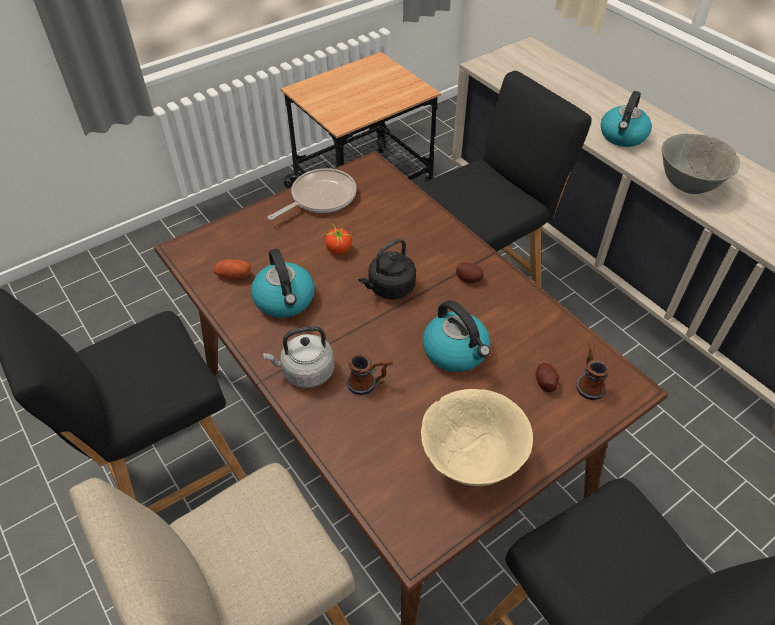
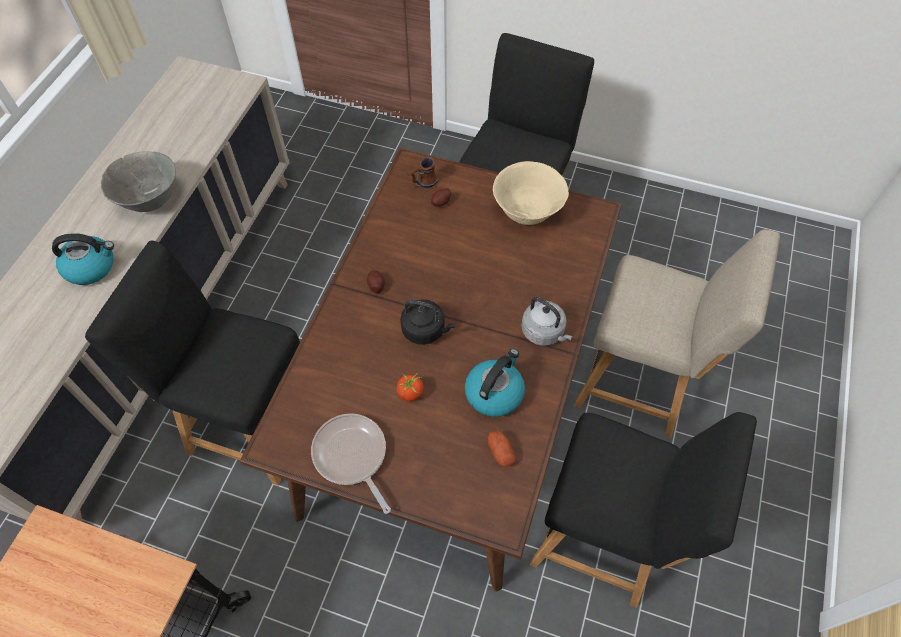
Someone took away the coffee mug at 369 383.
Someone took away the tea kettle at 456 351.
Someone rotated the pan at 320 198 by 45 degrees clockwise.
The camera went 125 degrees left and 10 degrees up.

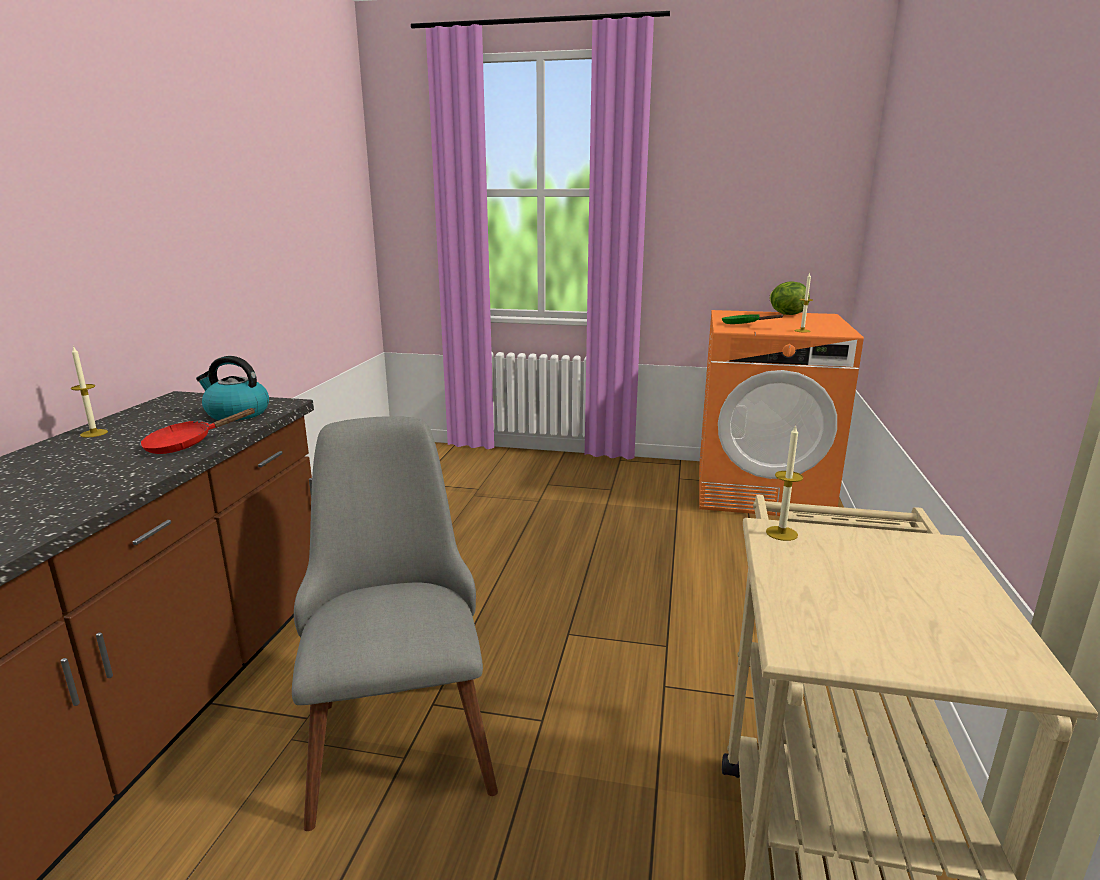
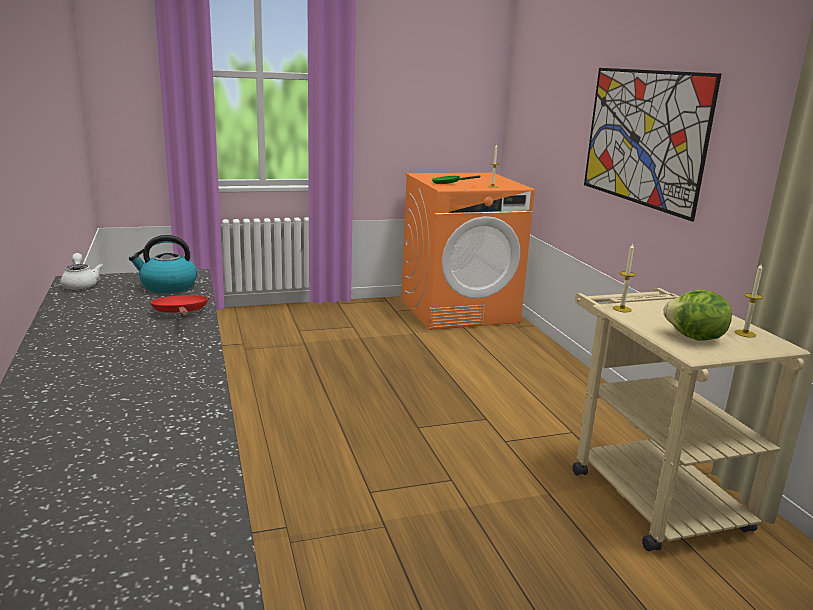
Someone took away the gray chair at 399 725.
Someone put down the white-coloured teapot at 80 284.
Someone put up the wall picture at 643 137.
Someone carried the candle from 94 433 to 745 333.
Someone carried the lettuce from 786 314 to 694 338.
Someone rotated the red pan at 186 444 by 135 degrees clockwise.
The camera went 30 degrees left and 0 degrees up.

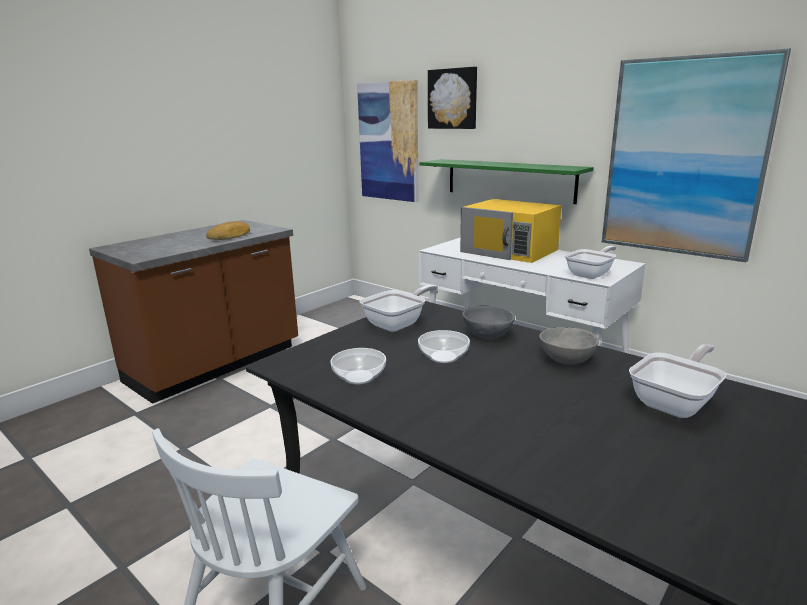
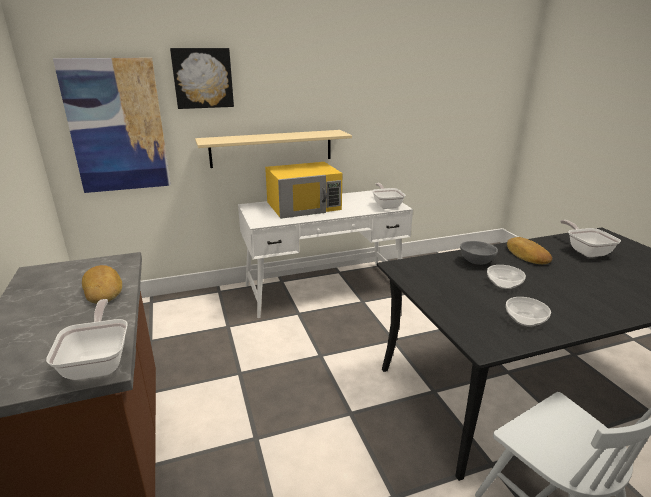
Someone took away the wall picture at 684 158.
Someone carried the pan from 398 324 to 99 361.
Someone swapped the gray serving bowl at 565 360 for the bread at 526 255.
Someone repainted the green shelf at 509 180, which became the beige shelf at 271 148.
The camera went 60 degrees left and 5 degrees up.

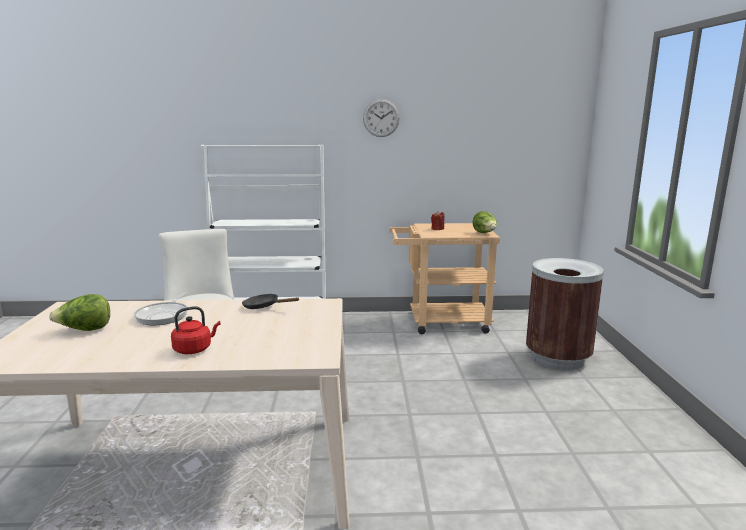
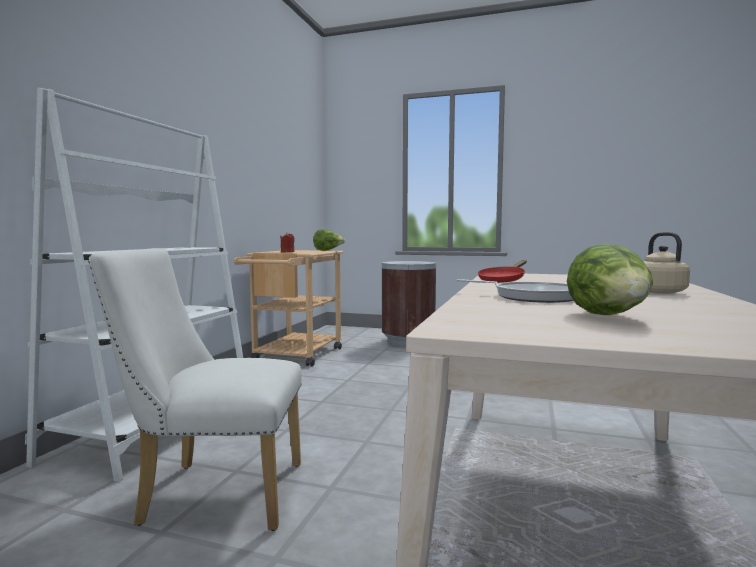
Someone took away the hanging clock at 381 118.
Someone repainted the red tea kettle at 194 349, which became the beige tea kettle at 657 291.
Someone repainted the black-coloured pan at 264 307, which became the red pan at 503 280.
The camera went 70 degrees left and 10 degrees down.

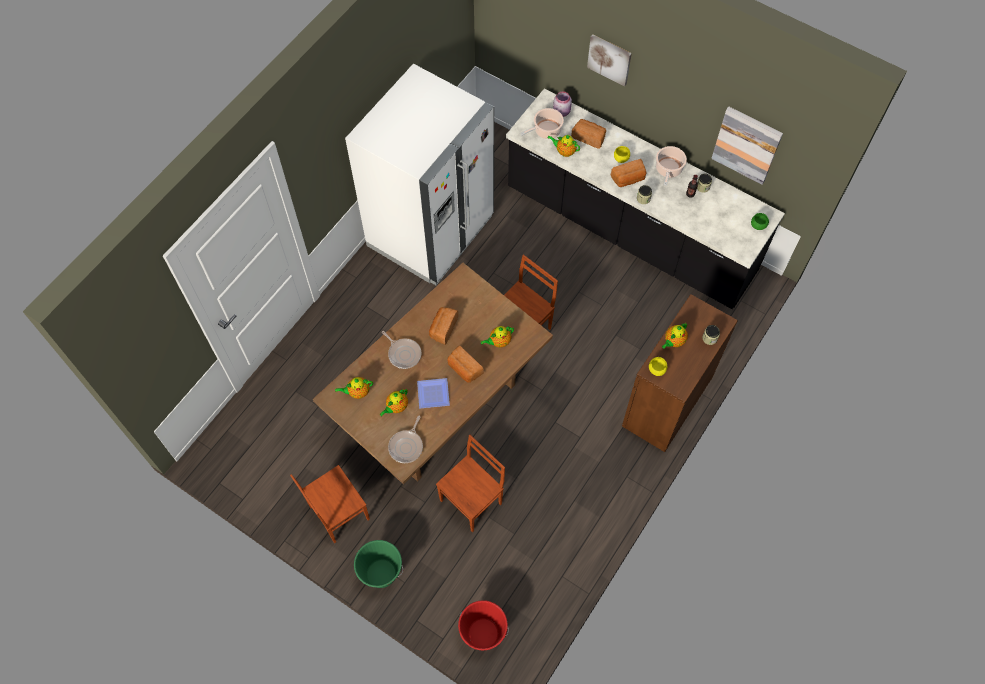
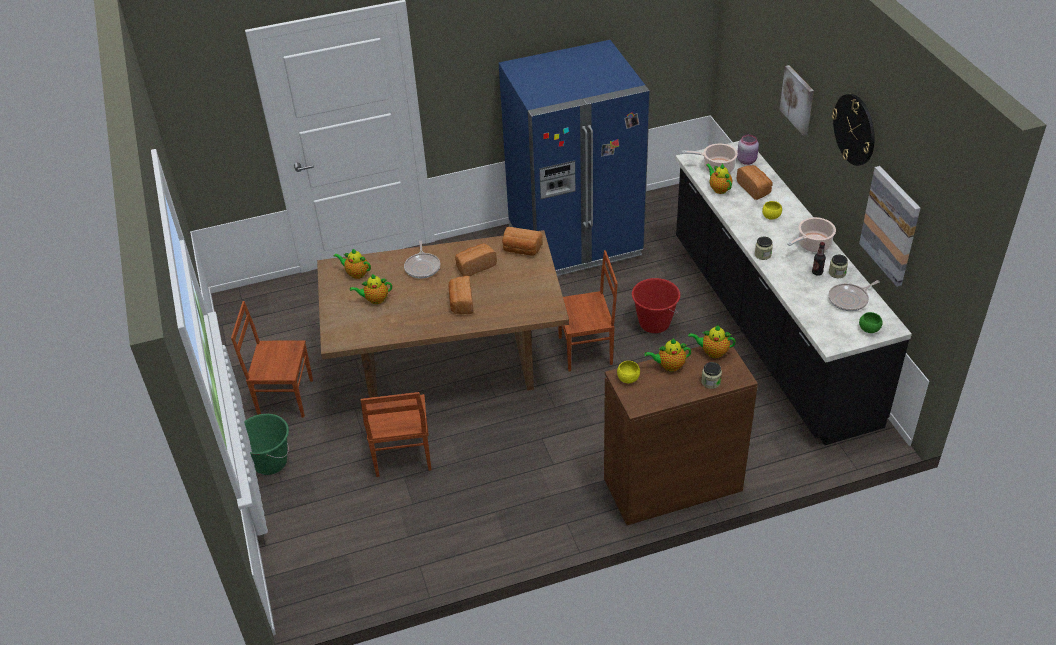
Someone took away the plate at 432 393.
Someone put up the hanging clock at 854 129.
Someone carried the pan from 407 446 to 850 299.
Someone carried the red bucket from 483 633 to 654 323.
Someone carried the teapot from 499 342 to 712 352.
Someone carried the bread from 628 179 to 521 250.
Someone repainted the white-coloured kitchen fridge at 431 231, which became the bluish kitchen fridge at 575 241.
Someone rotated the brown-coloured chair at 472 502 by 90 degrees clockwise.
The camera went 40 degrees right and 20 degrees down.

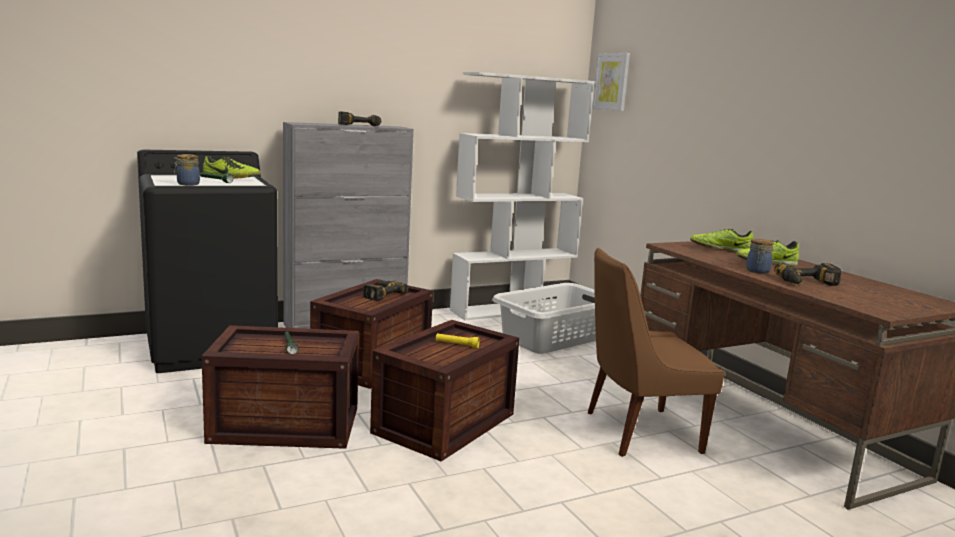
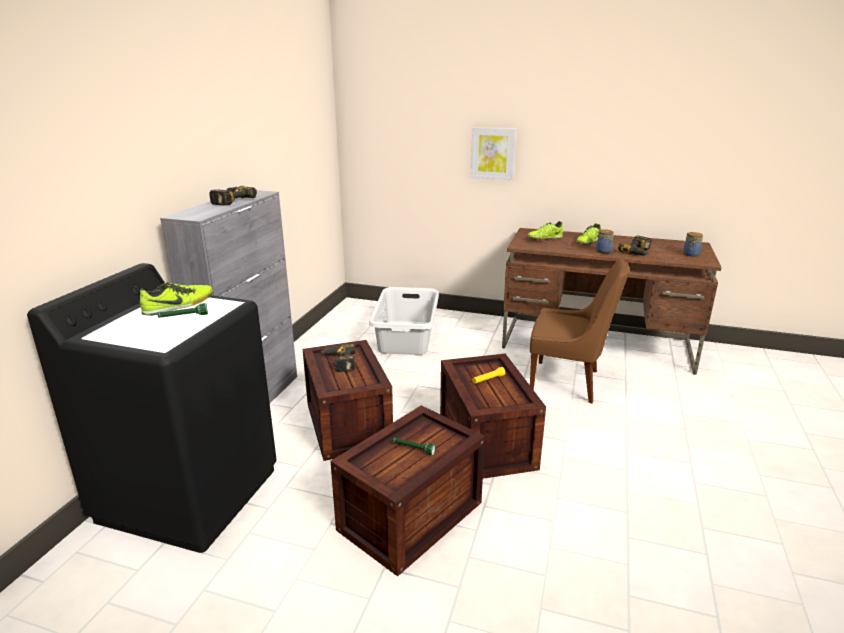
Someone took away the white-coloured bookcase at 512 309.
Someone carried the preserve jar from 187 184 to 691 254.
Someone carried the wall picture from 612 82 to 493 153.
Someone rotated the brown-coloured chair at 637 432 by 105 degrees counterclockwise.
The camera went 45 degrees left and 10 degrees up.

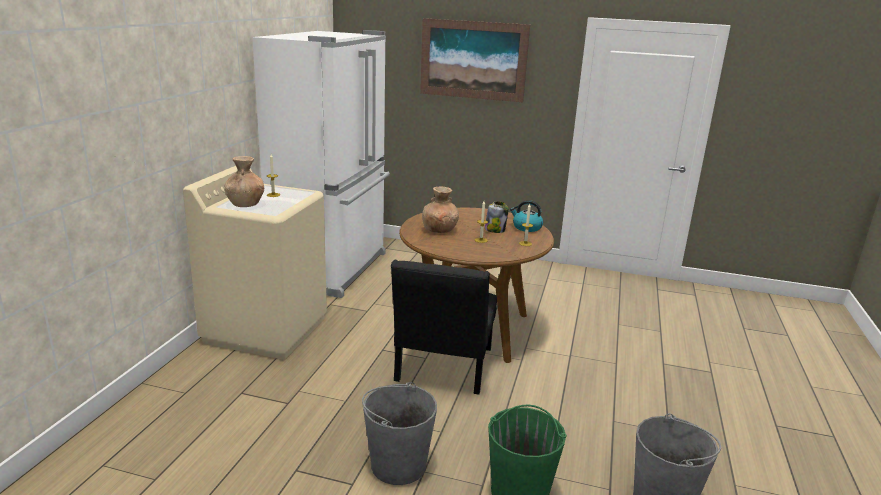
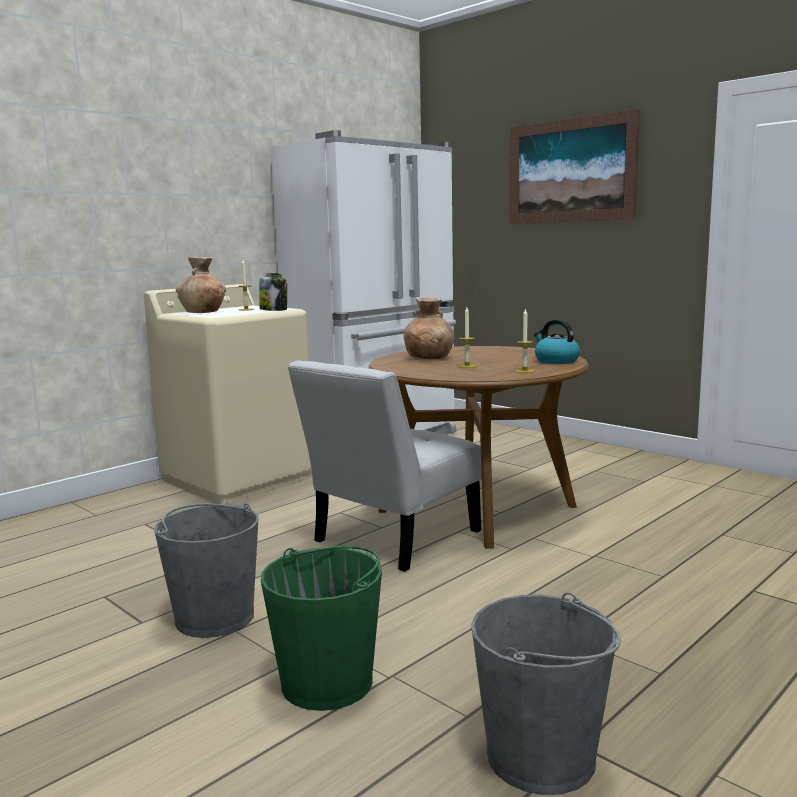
Someone carried the preserve jar from 495 230 to 274 310.
Someone repainted the black-coloured chair at 442 368, which became the white-coloured chair at 391 539.
The camera went 30 degrees right and 10 degrees down.

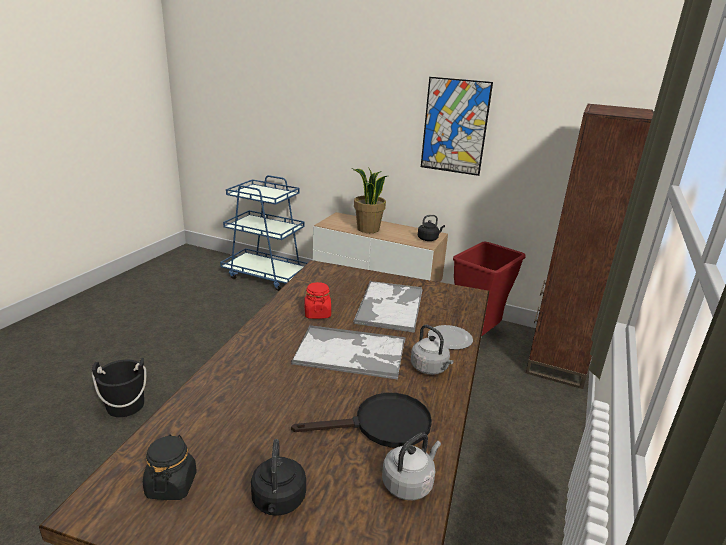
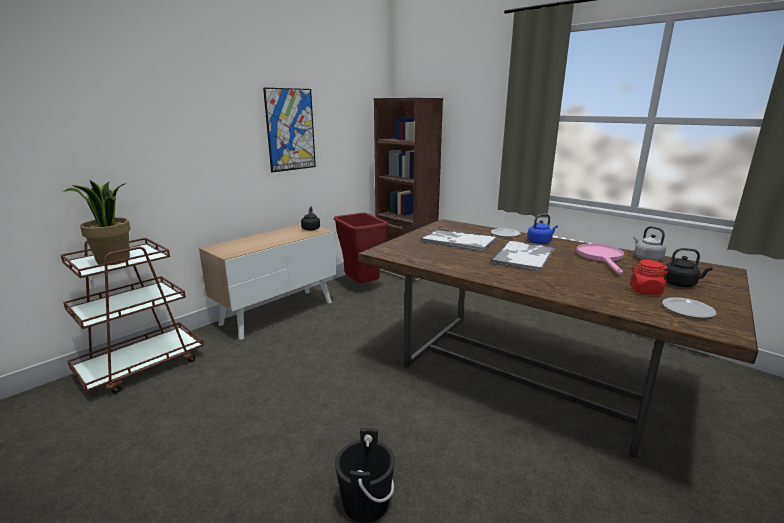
Someone carried the red preserve jar from 317 313 to 645 291.
Someone carried the plant in a pot from 368 229 to 113 261.
Someone swapped the black-coloured preserve jar at 171 485 for the plate at 688 309.
Someone repainted the bluish wheeled cart at 266 275, which became the brown-coloured wheeled cart at 142 366.
Someone repainted the black-coloured pan at 381 425, which became the pink-coloured pan at 601 258.
Someone repainted the gray tea kettle at 430 368, which became the bluish tea kettle at 540 242.
The camera went 70 degrees left and 5 degrees down.

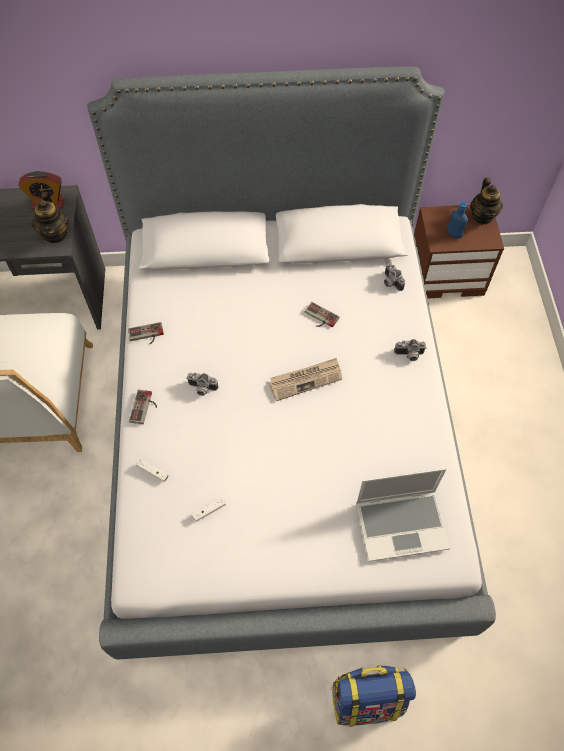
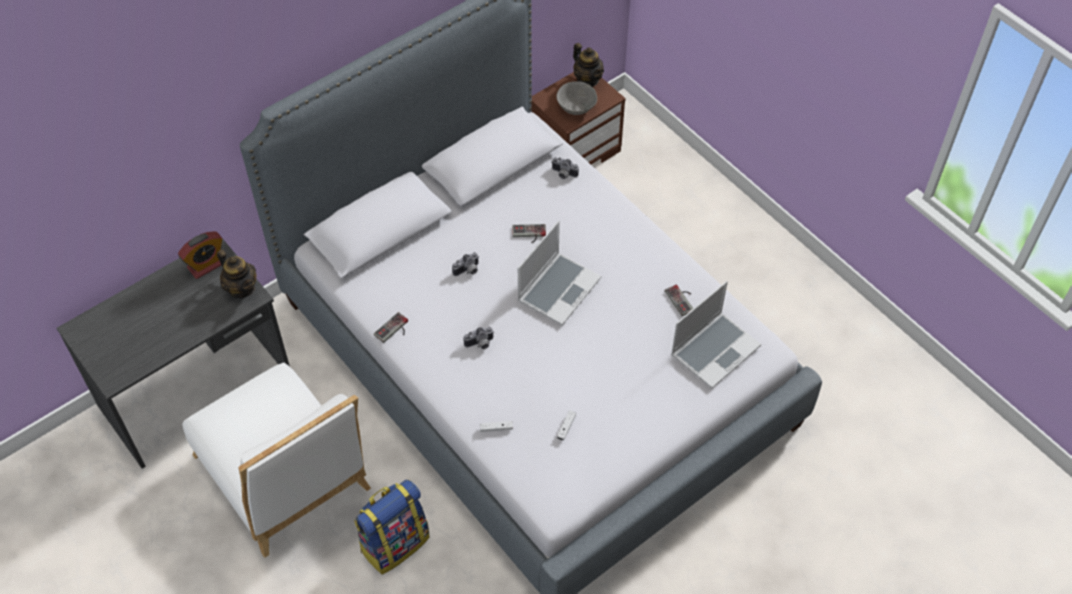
Someone carried the gamepad from 145 408 to 682 299.
Someone carried the backpack from 366 698 to 394 543.
Someone carried the still camera from 409 355 to 468 271.
Someone swapped the newspaper at 306 380 for the portable computer at 558 289.
Someone swapped the bluish bottle at 453 235 for the gray serving bowl at 575 108.
The camera went 35 degrees left and 5 degrees down.

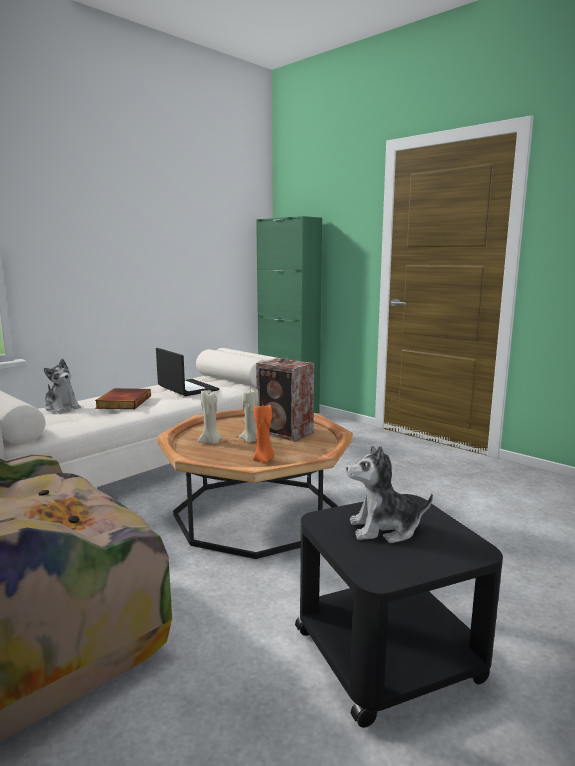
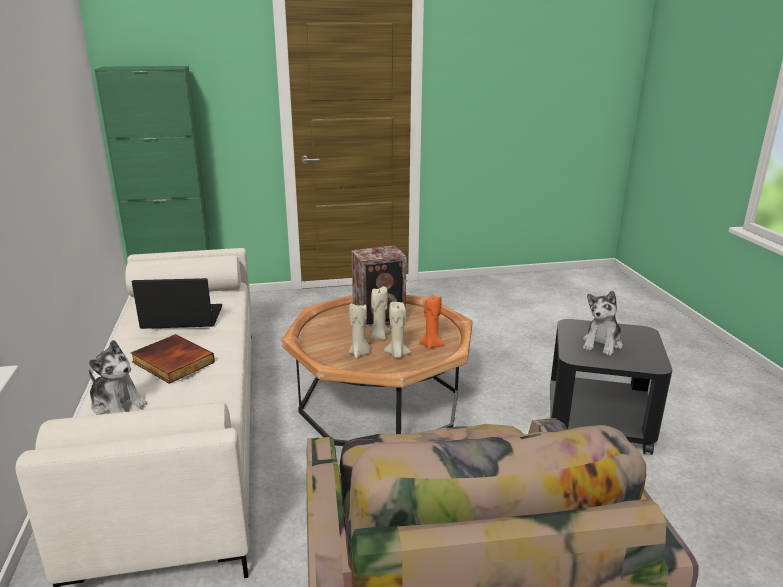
Someone put down the beige candle at 397 354.
Someone rotated the soft toy at 62 407 by 45 degrees clockwise.
The camera went 55 degrees left and 10 degrees up.

